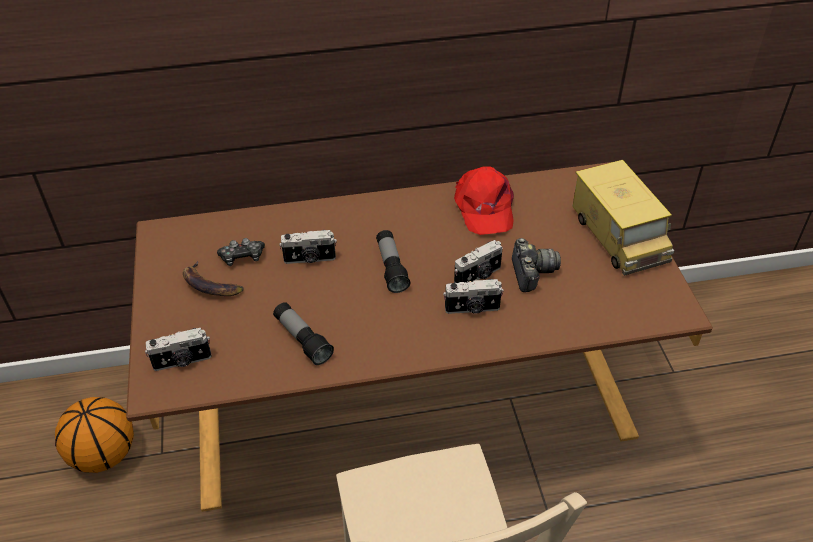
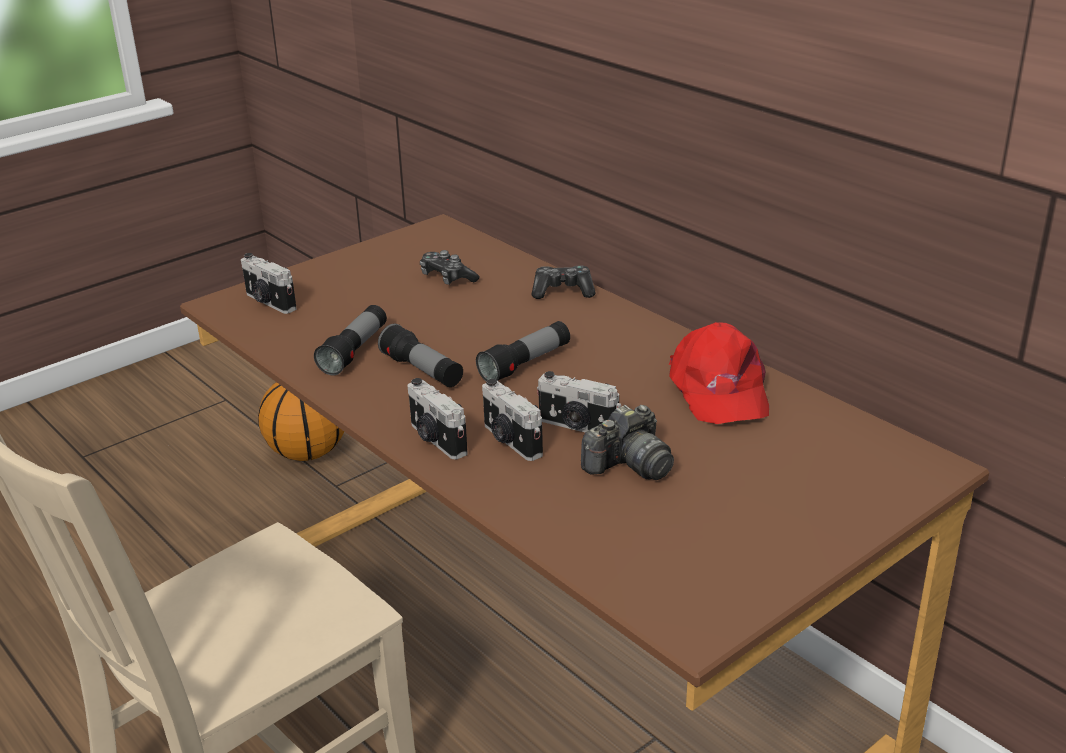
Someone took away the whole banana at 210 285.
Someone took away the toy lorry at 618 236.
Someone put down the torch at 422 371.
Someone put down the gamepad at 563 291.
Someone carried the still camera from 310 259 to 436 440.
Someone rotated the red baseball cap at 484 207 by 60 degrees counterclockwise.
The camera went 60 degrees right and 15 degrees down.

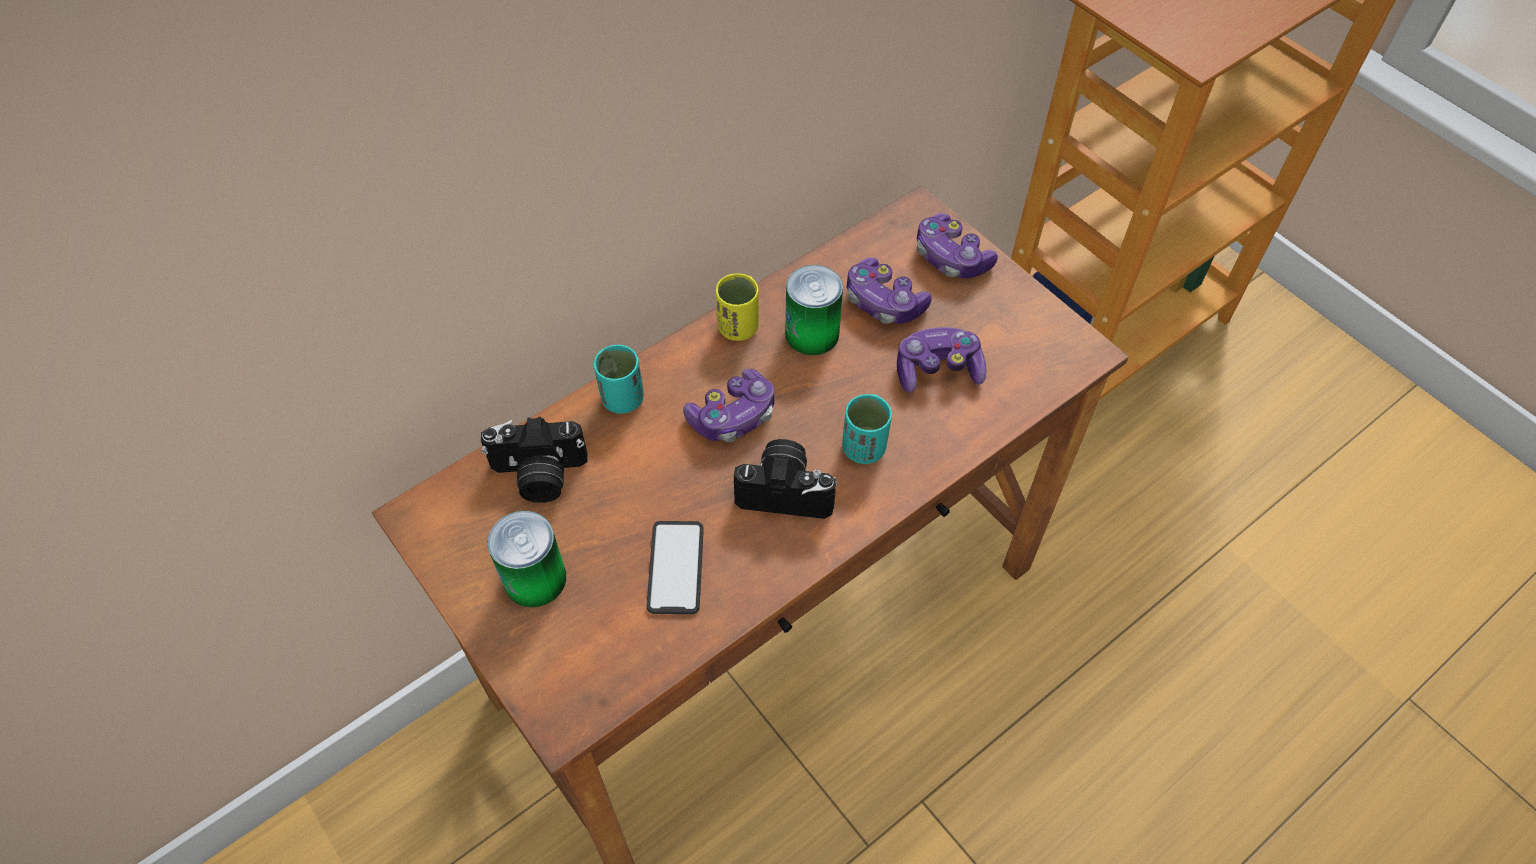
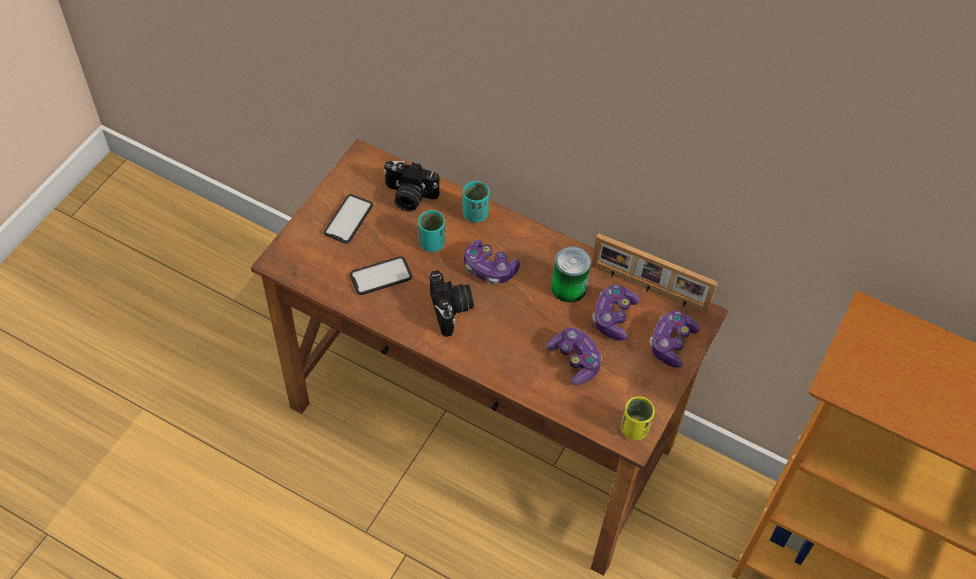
Someone put down the standing frame at 648 289.
Someone carried the yellow cup from 738 328 to 634 429.
Someone carried the blue-green cup from 863 448 to 431 243.
Someone swapped the sealed can at 535 579 for the telephone at 348 219.
Someone rotated the still camera at 539 475 by 45 degrees counterclockwise.
The camera went 65 degrees right and 0 degrees up.

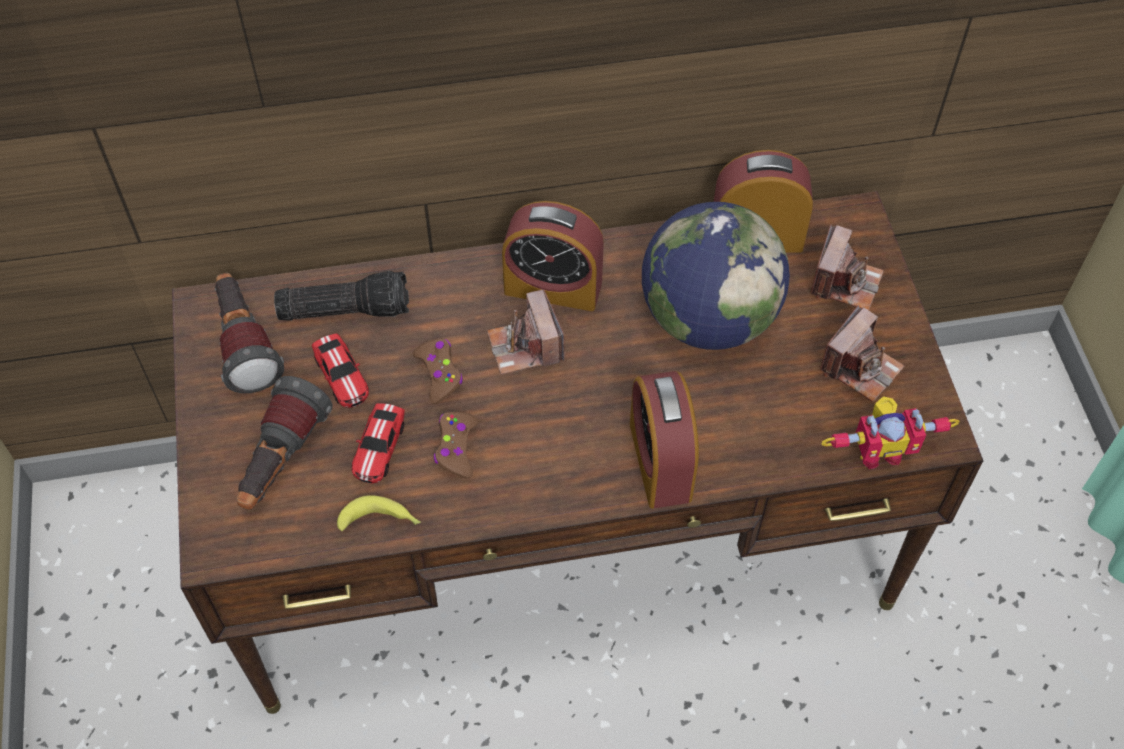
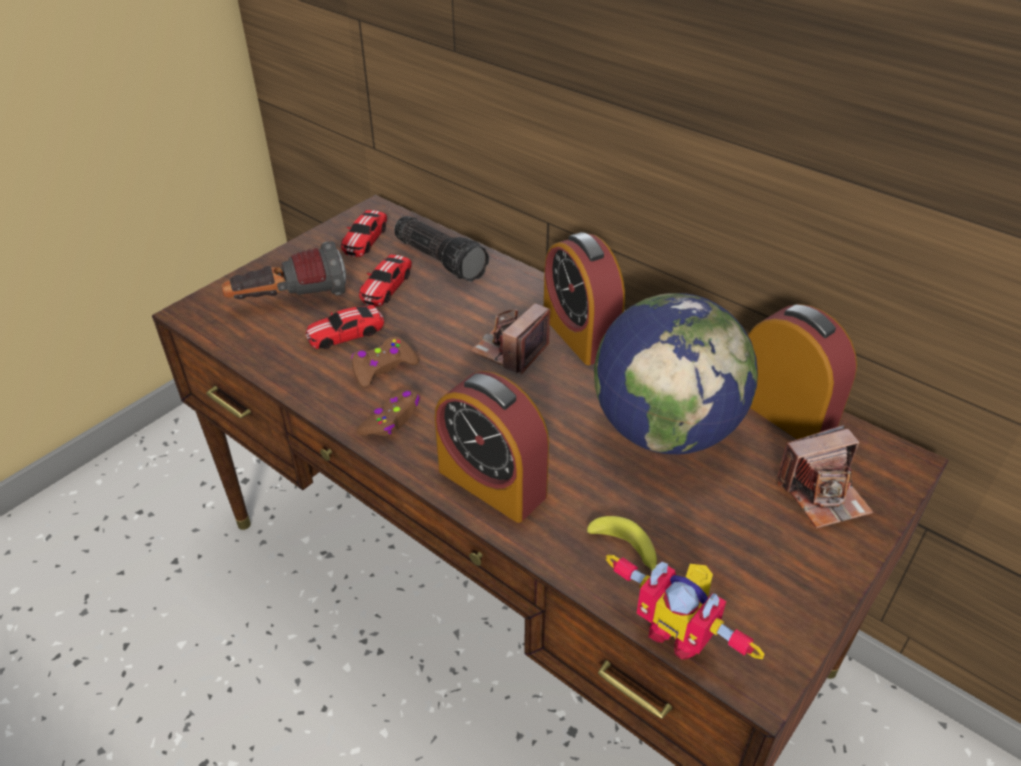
Someone took away the still camera at 860 367.
Someone carried the whole banana from 381 521 to 628 554.
Someone carried the brown-coloured gamepad from 439 374 to 391 419.
Someone swapped the torch at 245 344 for the miniature car at 365 239.
Someone rotated the table clock at 660 461 by 90 degrees counterclockwise.
The camera went 50 degrees right and 15 degrees down.

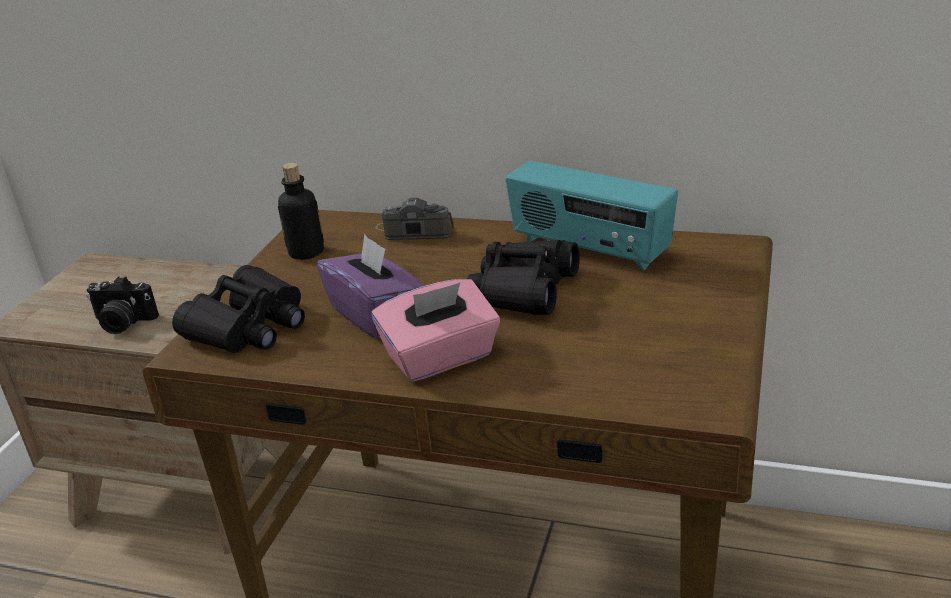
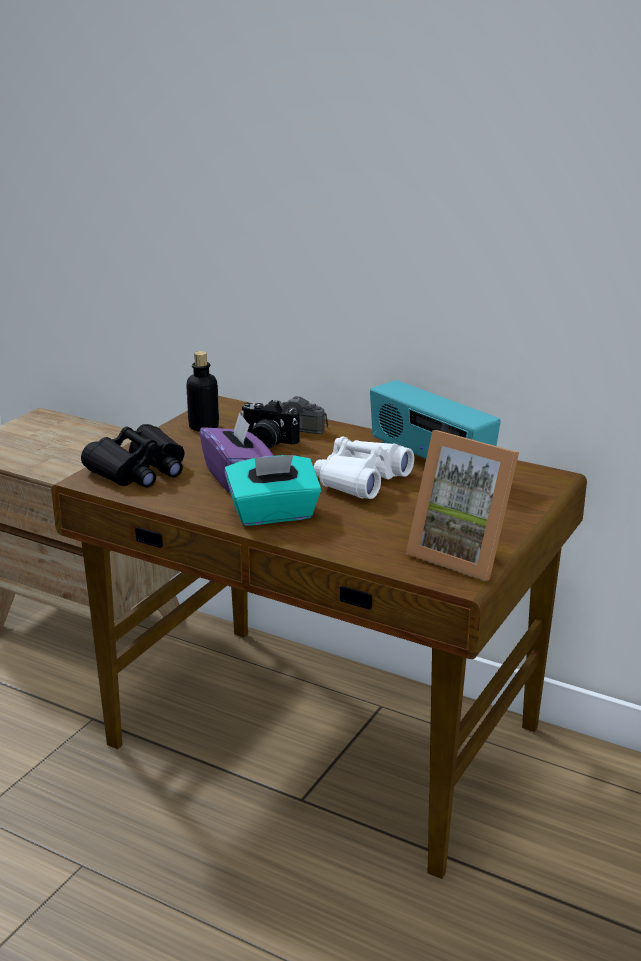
Someone put down the standing frame at 463 554.
Someone carried the still camera from 122 323 to 266 443.
Someone repainted the pink-coloured tissue box at 441 358, which became the blue-green tissue box at 273 514.
Someone repainted the black-coloured binoculars at 524 290, which became the white-coloured binoculars at 360 480.
The camera went 10 degrees right and 5 degrees down.

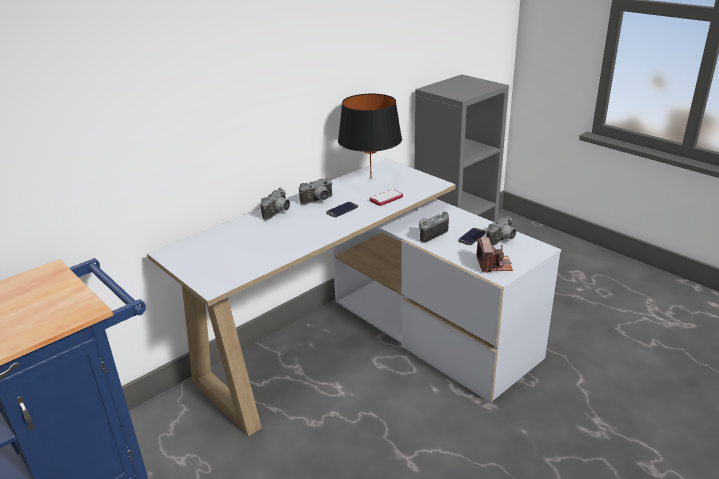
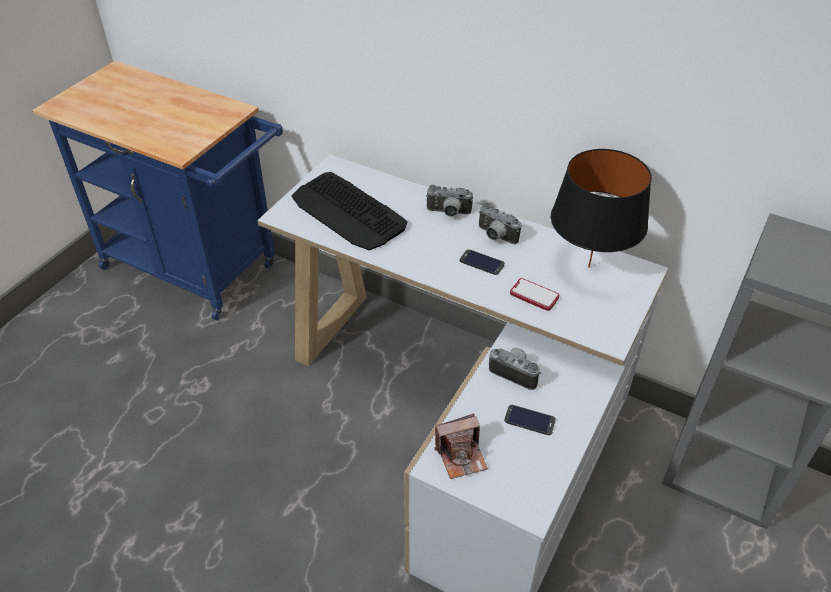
Someone took away the still camera at 502 240.
Someone put down the keyboard at 348 212.
The camera went 70 degrees right and 15 degrees up.

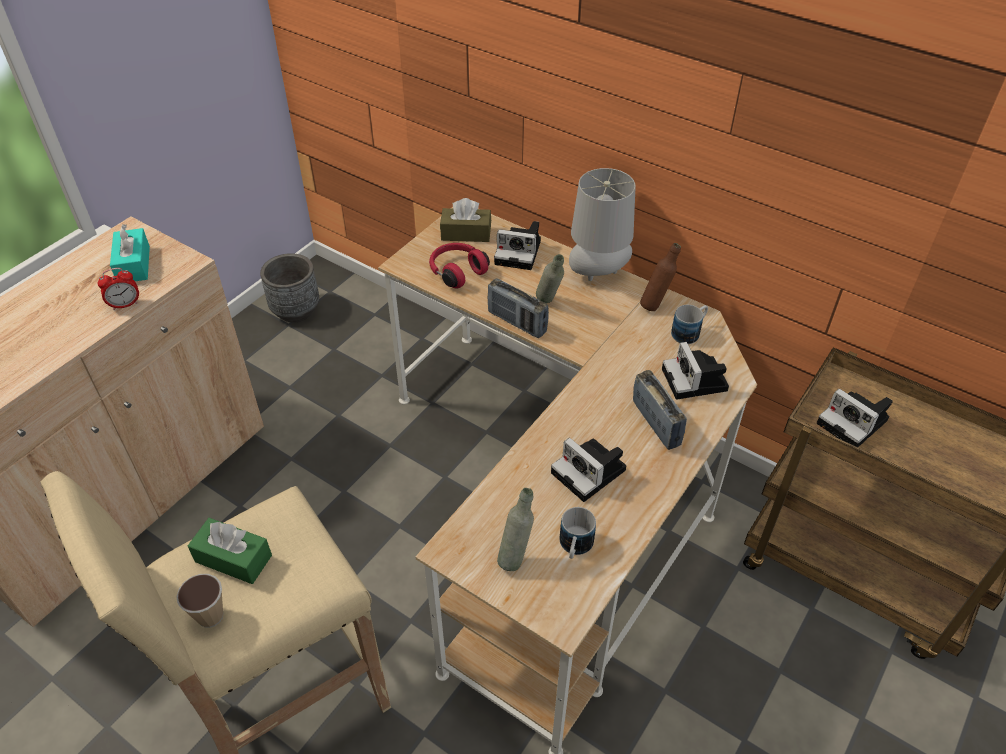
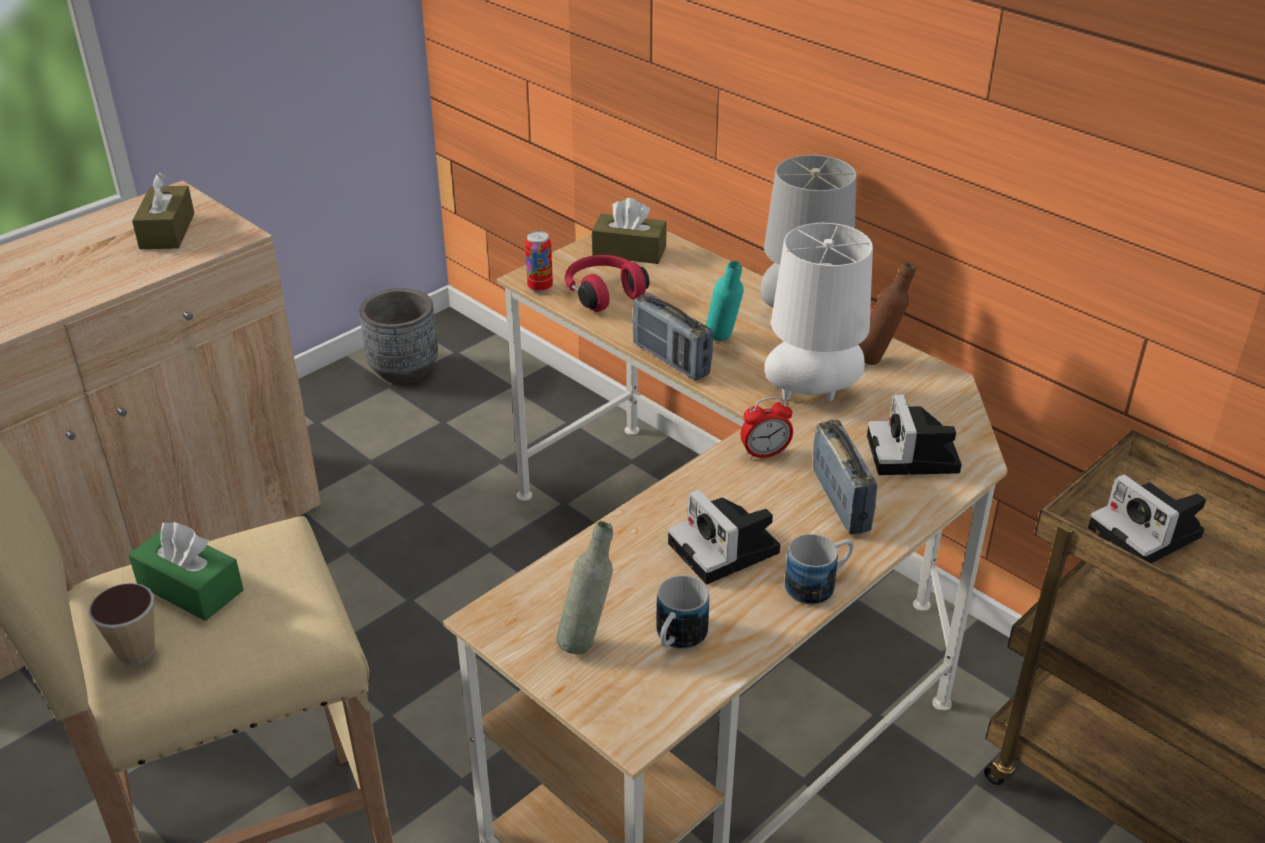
Someone took away the still camera at 520 252.
Someone put down the sealed can at 540 287.
Someone put down the white-coloured tabletop lamp at 813 395.
Someone carried the table clock from 125 304 to 765 453.
Someone carried the coffee mug from 689 332 to 819 584.
Someone repainted the blue-green tissue box at 133 265, which became the brown-coloured tissue box at 167 231.
Someone repainted the gray bottle at 549 304, which became the blue-green bottle at 723 343.
The camera went 10 degrees right and 10 degrees down.

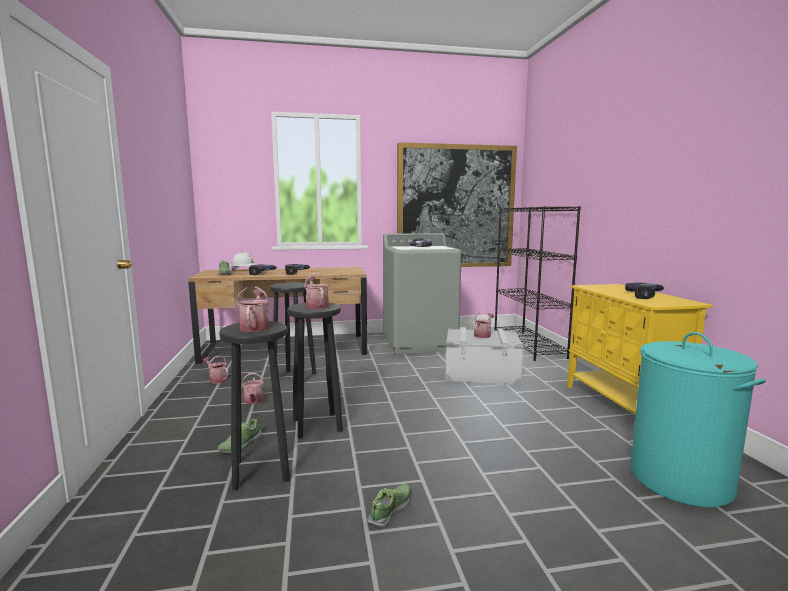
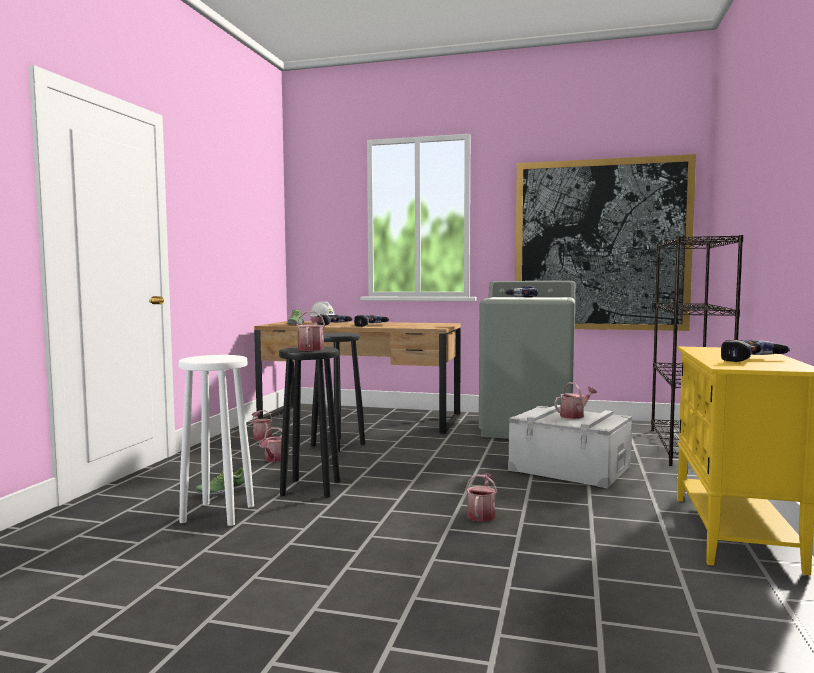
Someone took away the item of footwear at 390 510.
Someone took away the blue-green washing basket at 680 479.
Someone carried the sprinkling can from 255 326 to 481 514.
Someone repainted the black-coloured stool at 262 471, which became the white-coloured stool at 219 514.
The camera went 25 degrees right and 5 degrees down.

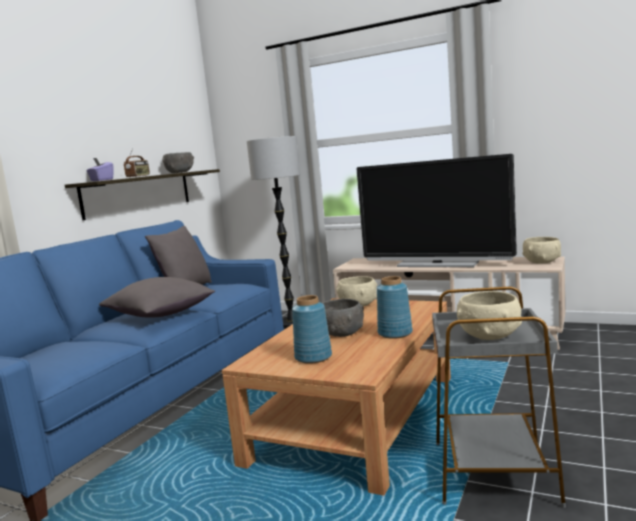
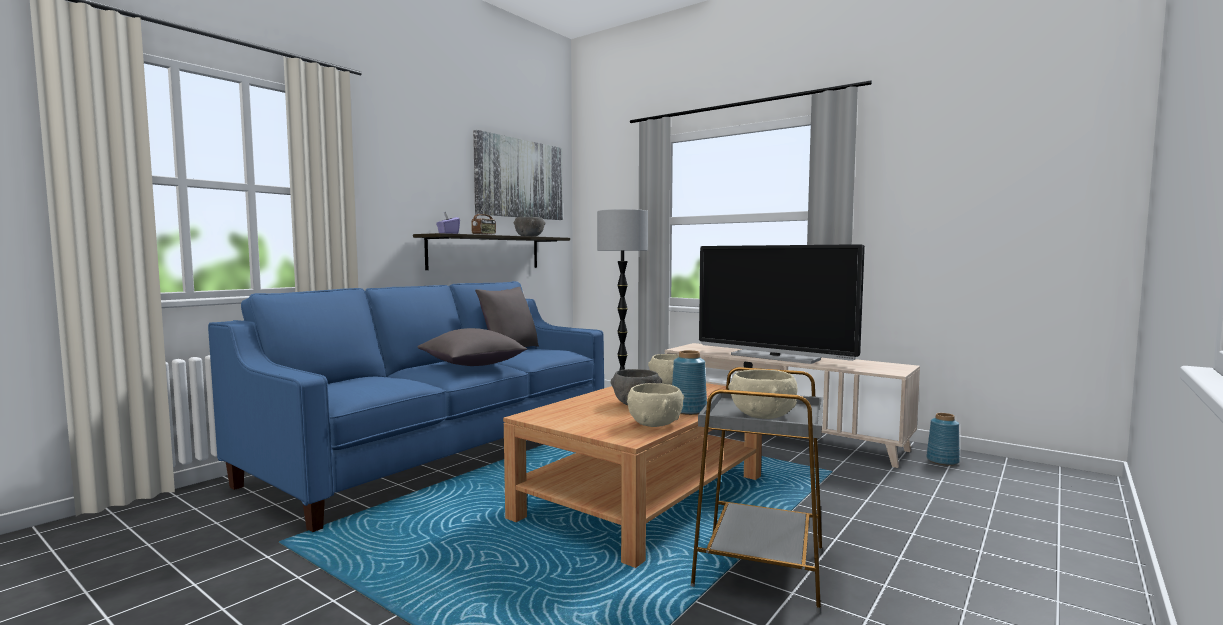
Someone put up the wall picture at 520 179.
Someone carried the bluish decorative vase from 312 357 to 942 461.
Someone carried the beige serving bowl from 541 262 to 655 423.
The camera went 10 degrees right and 5 degrees down.

